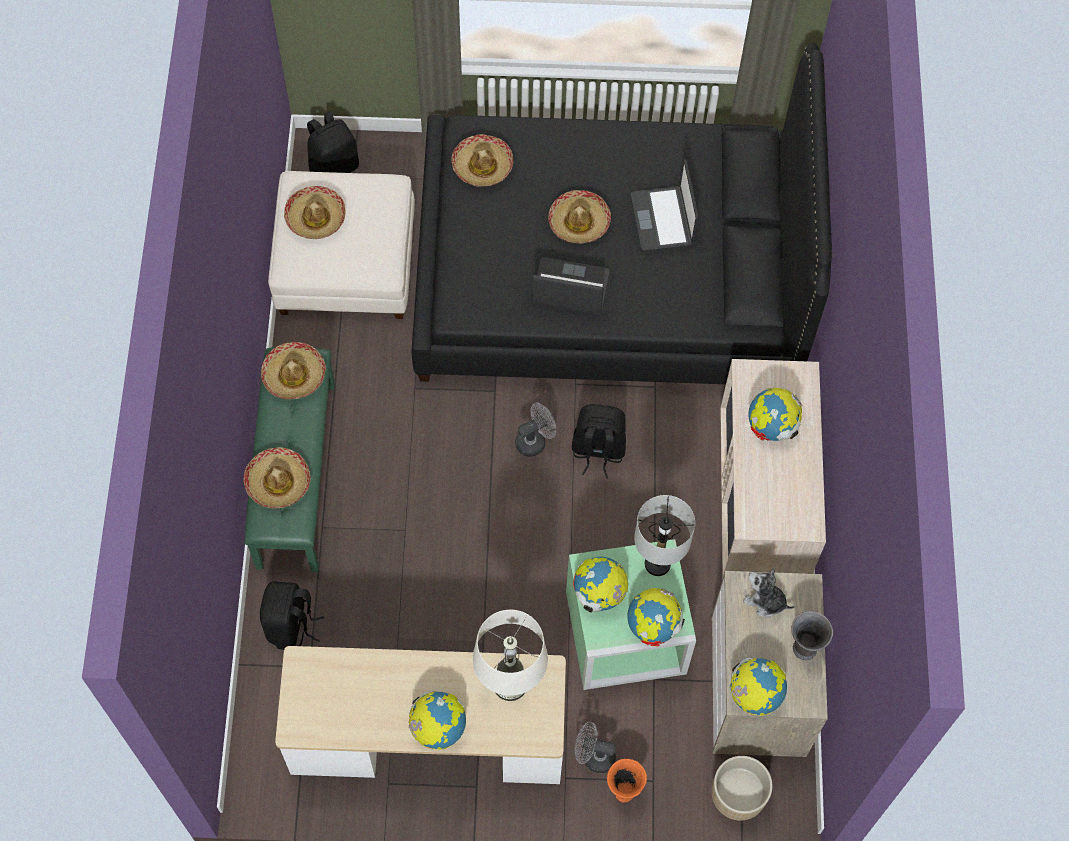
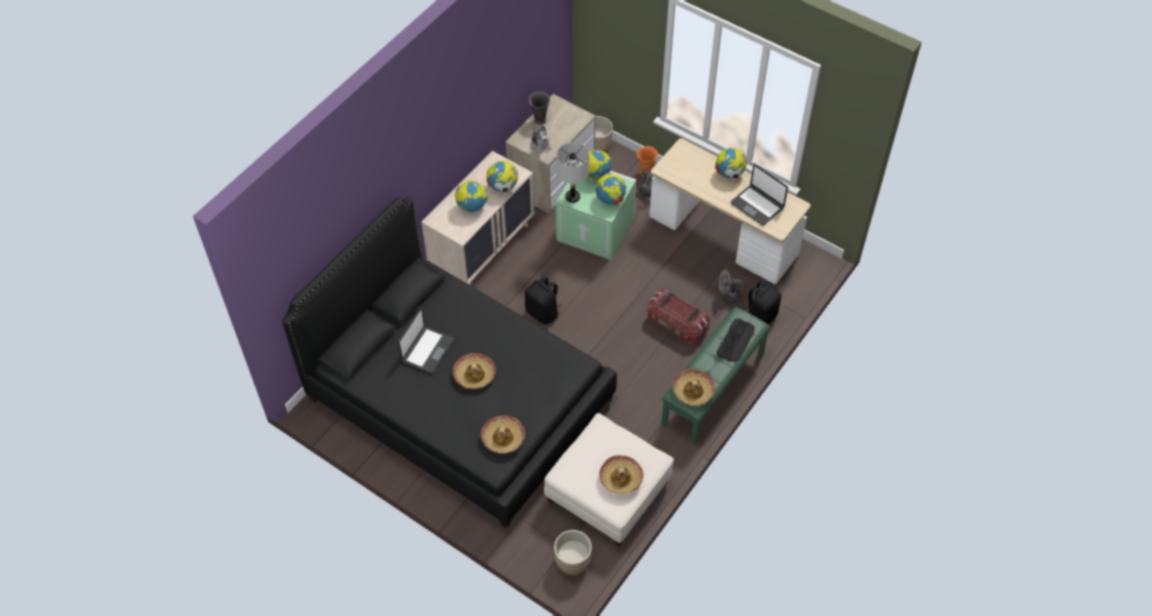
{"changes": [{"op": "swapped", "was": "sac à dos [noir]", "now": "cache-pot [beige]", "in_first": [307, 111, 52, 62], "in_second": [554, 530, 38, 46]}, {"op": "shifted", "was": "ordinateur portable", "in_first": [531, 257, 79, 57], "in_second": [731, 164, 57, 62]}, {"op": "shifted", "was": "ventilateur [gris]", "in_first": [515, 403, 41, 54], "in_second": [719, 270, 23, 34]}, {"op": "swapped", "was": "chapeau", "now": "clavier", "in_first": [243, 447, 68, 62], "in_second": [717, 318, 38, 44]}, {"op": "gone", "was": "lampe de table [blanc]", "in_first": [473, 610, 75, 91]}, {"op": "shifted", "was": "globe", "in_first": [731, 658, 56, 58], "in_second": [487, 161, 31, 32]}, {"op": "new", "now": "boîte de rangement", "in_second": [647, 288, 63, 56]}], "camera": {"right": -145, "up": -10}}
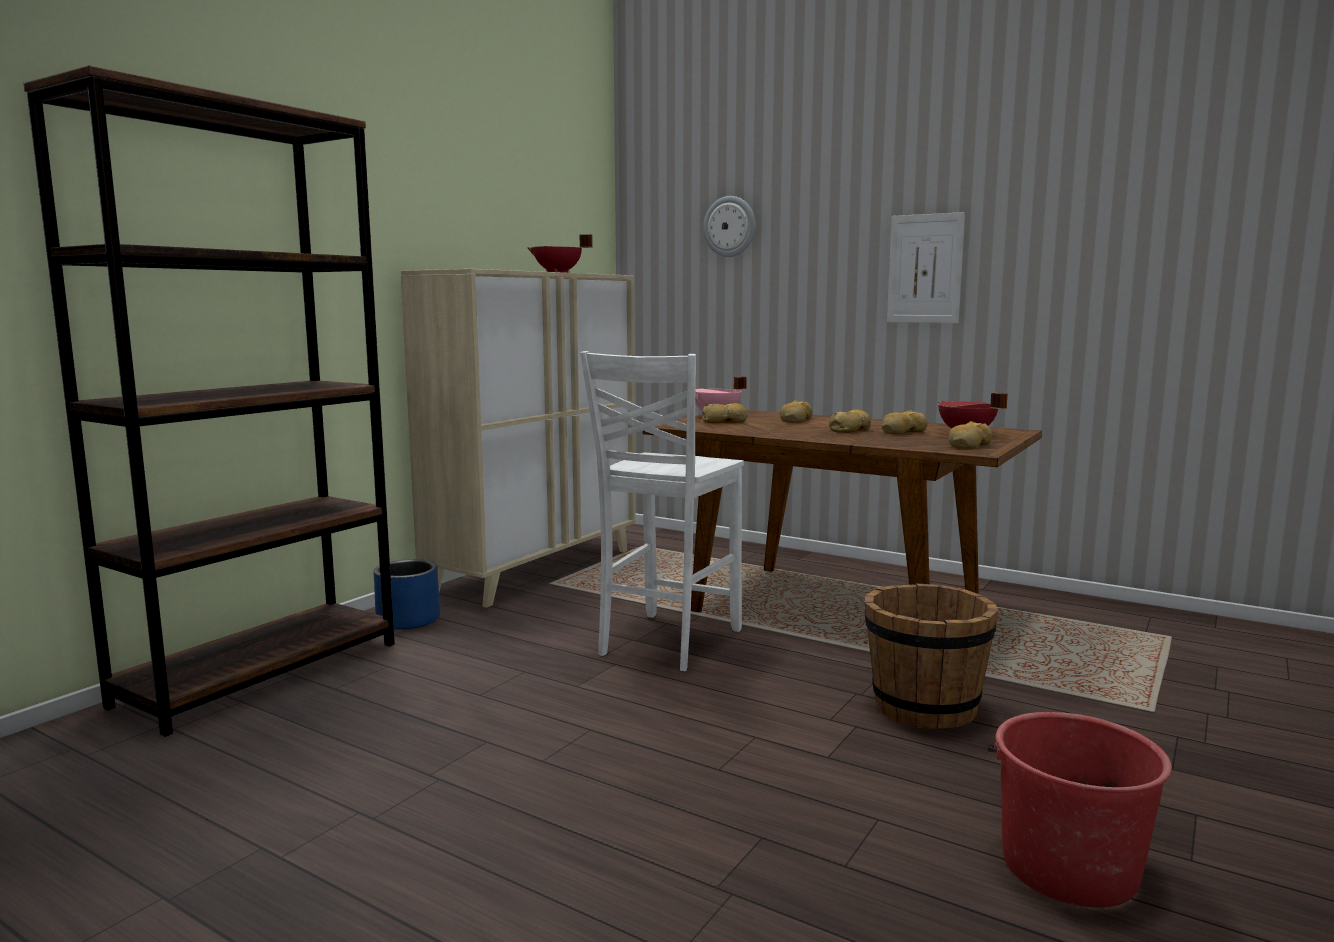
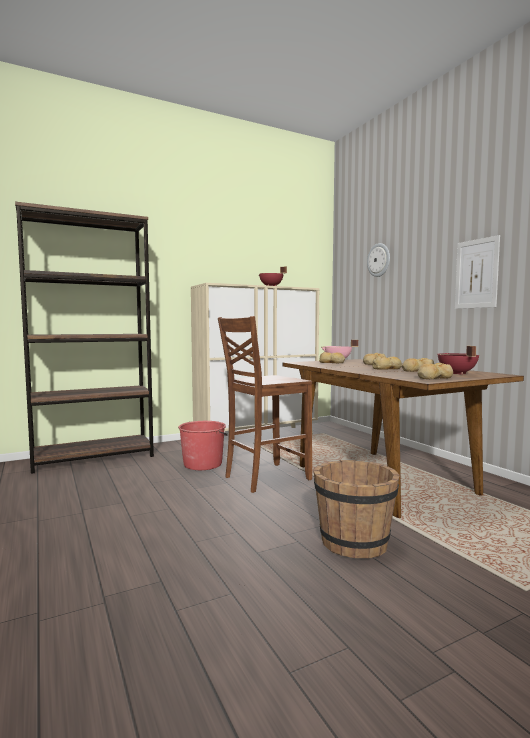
{"changes": [{"op": "repainted", "was": "chaise [blanc]", "now": "chaise [marron]", "in_first": [580, 351, 164, 320], "in_second": [218, 316, 94, 177]}, {"op": "gone", "was": "cache-pot [bleu]", "in_first": [373, 559, 67, 71]}, {"op": "shifted", "was": "seau [rouge]", "in_first": [987, 712, 185, 195], "in_second": [178, 421, 50, 49]}], "camera": {"right": 30, "up": -5}}
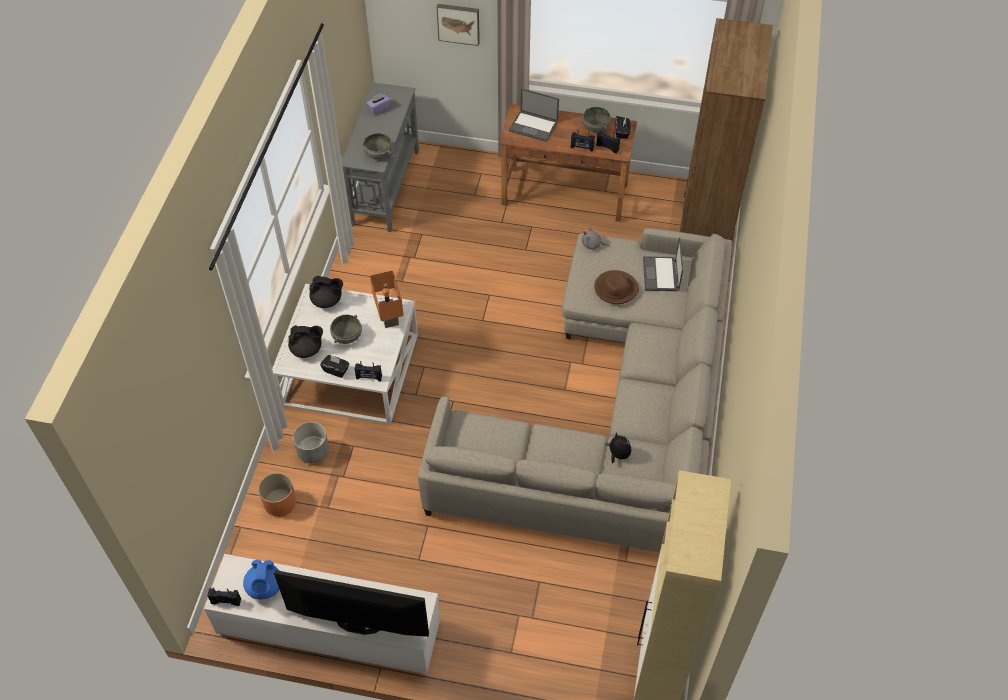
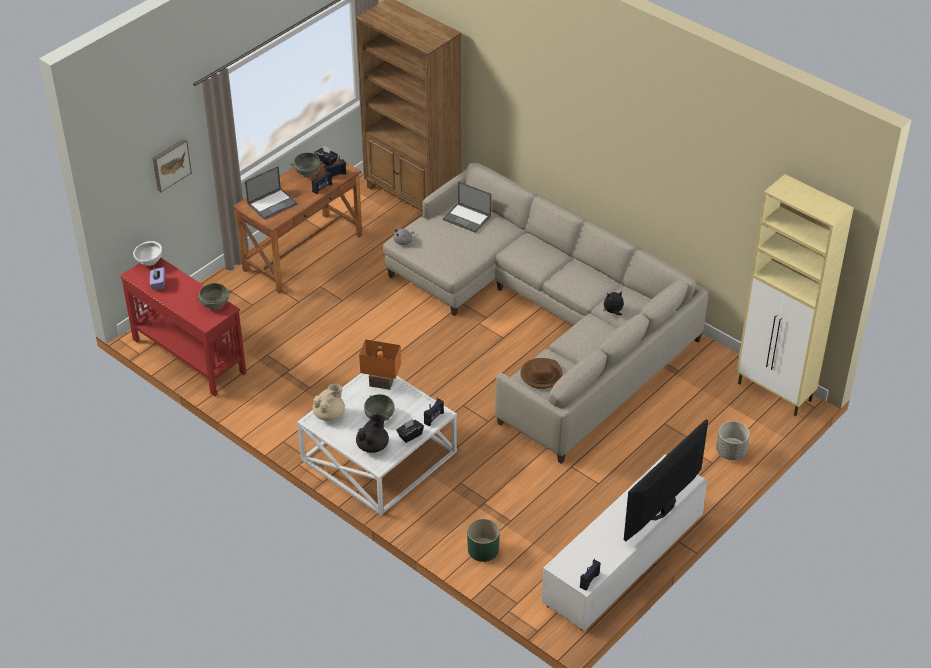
{"changes": [{"op": "repainted", "was": "table console [gris]", "now": "table console [rouge]", "in_first": [342, 82, 77, 150], "in_second": [120, 258, 127, 138]}, {"op": "shifted", "was": "chapeau [marron]", "in_first": [594, 270, 46, 34], "in_second": [520, 358, 43, 31]}, {"op": "repainted", "was": "théière [noir]", "now": "théière [beige]", "in_first": [309, 275, 34, 33], "in_second": [313, 384, 32, 37]}, {"op": "shifted", "was": "cache-pot [gris]", "in_first": [293, 422, 36, 42], "in_second": [716, 421, 34, 39]}, {"op": "repainted", "was": "cache-pot [orange]", "now": "cache-pot [vert]", "in_first": [258, 473, 38, 44], "in_second": [467, 519, 33, 43]}, {"op": "gone", "was": "théière [bleu]", "in_first": [243, 559, 37, 41]}, {"op": "new", "now": "bol [blanc]", "in_second": [133, 241, 29, 25]}], "camera": {"right": -60, "up": -10}}
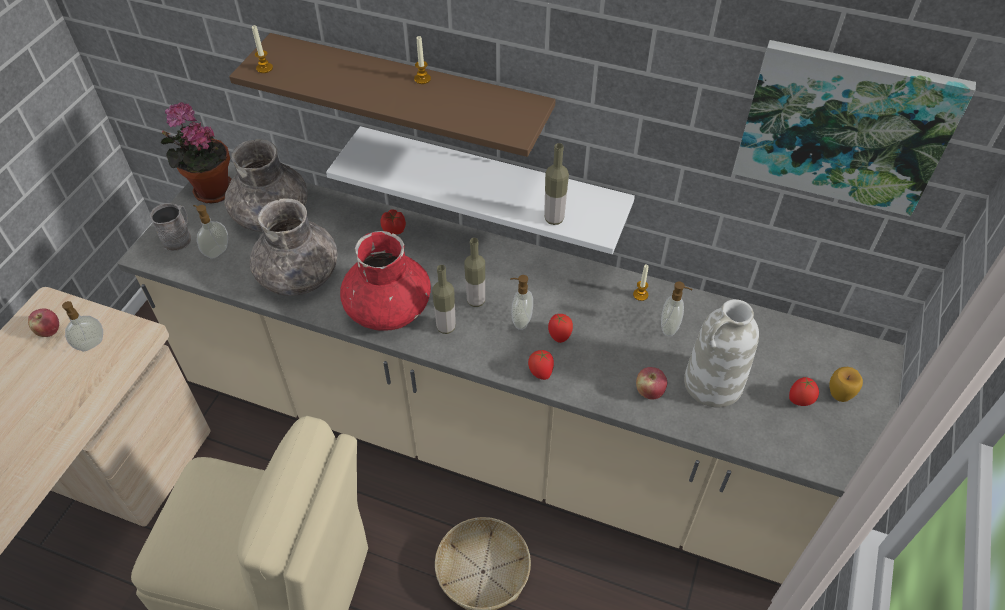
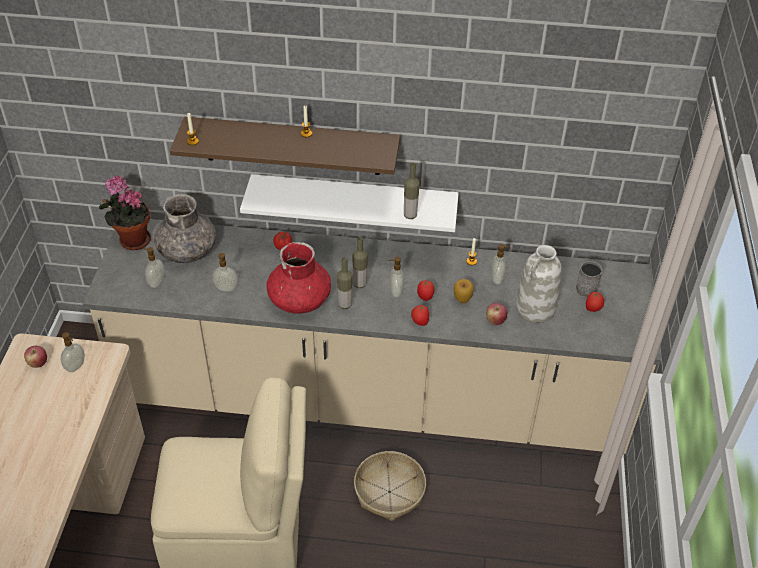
{"changes": [{"op": "gone", "was": "tableau", "in_first": [733, 40, 243, 177]}, {"op": "swapped", "was": "vase [gris]", "now": "distributeur de savon", "in_first": [250, 198, 88, 98], "in_second": [212, 253, 26, 38]}, {"op": "shifted", "was": "mug [gris]", "in_first": [150, 203, 41, 48], "in_second": [576, 261, 27, 36]}, {"op": "shifted", "was": "pomme", "in_first": [830, 367, 33, 35], "in_second": [454, 279, 20, 24]}], "camera": {"right": -15, "up": -5}}
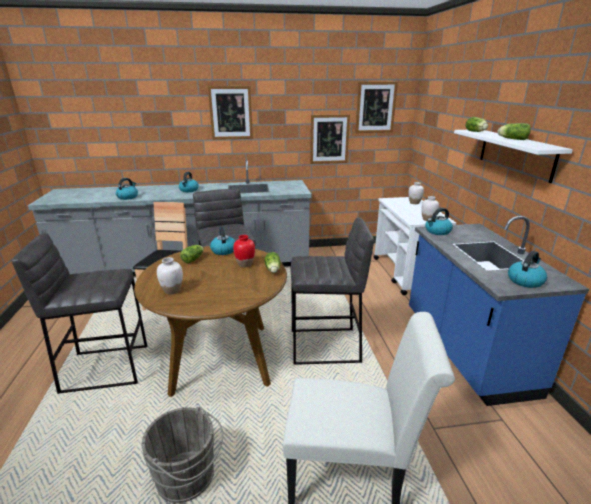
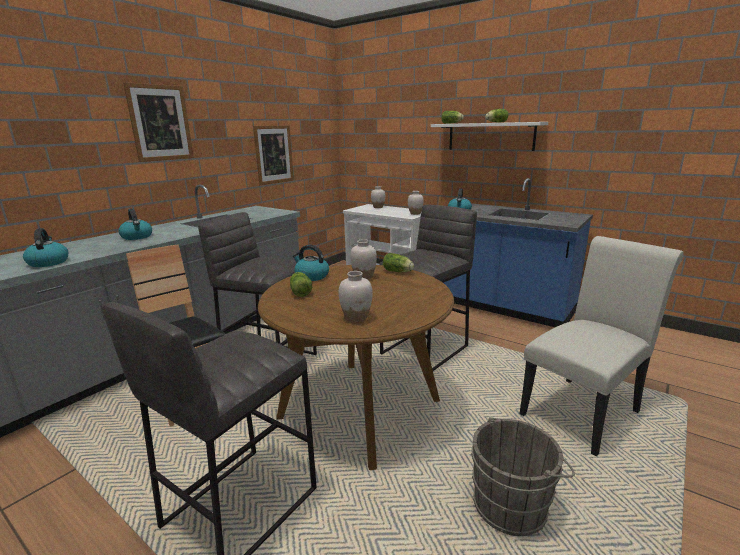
{"changes": [{"op": "gone", "was": "tableau", "in_first": [356, 82, 42, 51]}, {"op": "repainted", "was": "vase [rouge]", "now": "vase [blanc]", "in_first": [233, 235, 22, 32], "in_second": [350, 239, 27, 41]}, {"op": "gone", "was": "bouilloire", "in_first": [508, 251, 39, 37]}], "camera": {"right": -45, "up": -5}}
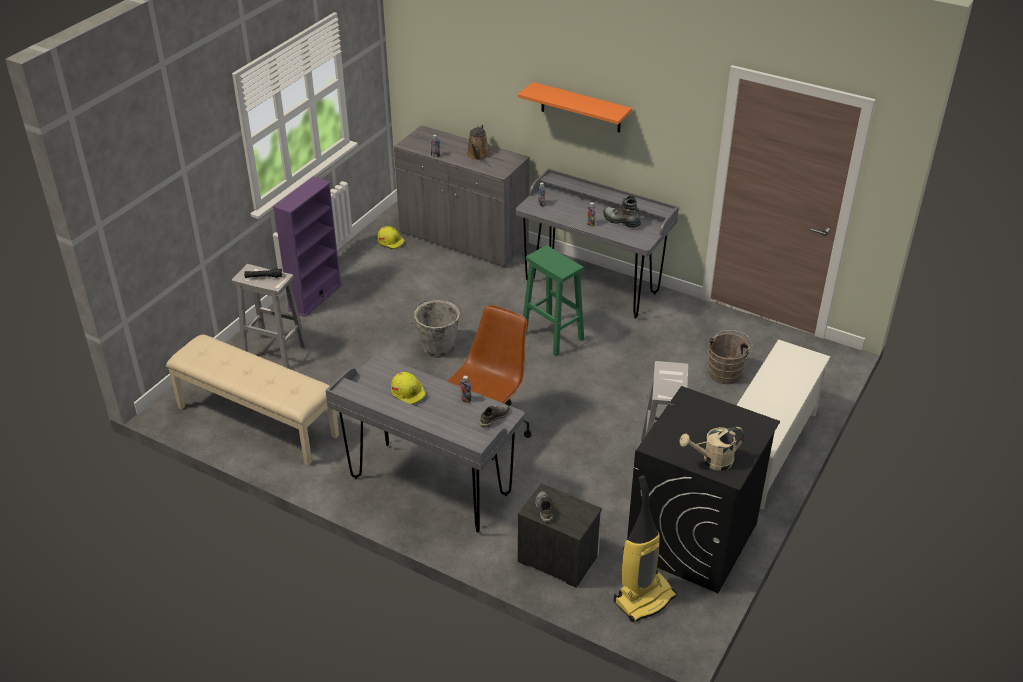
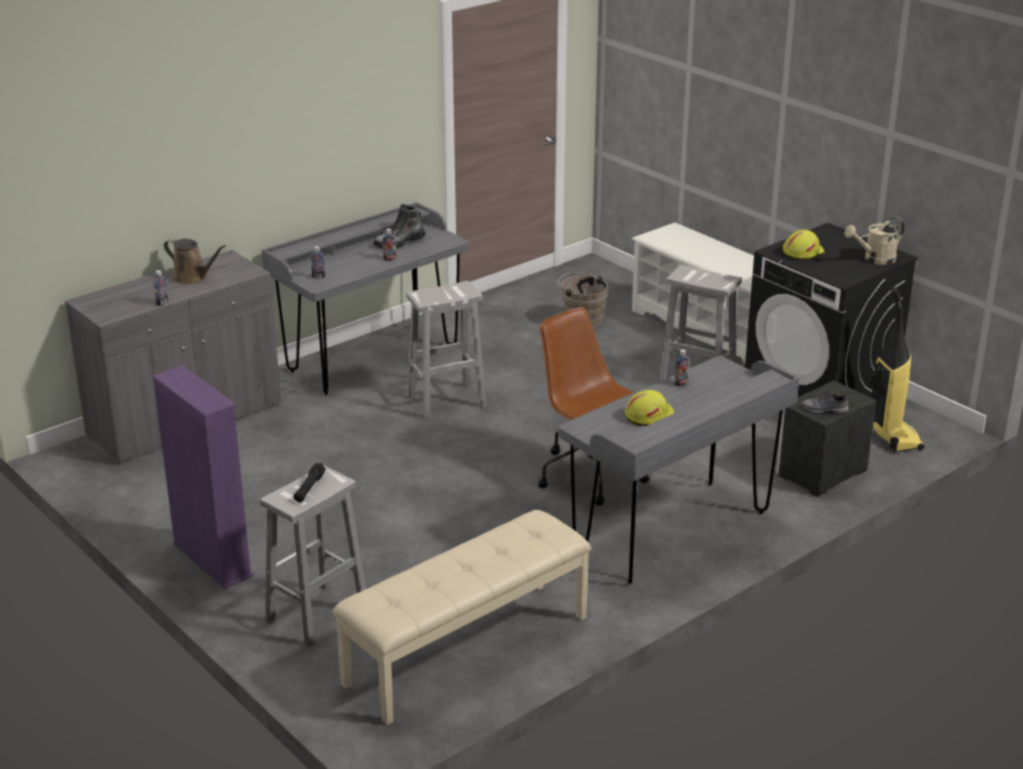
{"changes": [{"op": "gone", "was": "étagère [orange]", "in_first": [518, 82, 114, 51]}, {"op": "shifted", "was": "casque de chantier [jaune]", "in_first": [377, 226, 28, 24], "in_second": [783, 230, 42, 31]}, {"op": "repainted", "was": "tabouret [vert]", "now": "tabouret [blanc]", "in_first": [523, 245, 61, 111], "in_second": [406, 281, 81, 139]}, {"op": "gone", "was": "seau [gris]", "in_first": [409, 300, 51, 58]}, {"op": "gone", "was": "chaussure [gris]", "in_first": [479, 405, 31, 22]}, {"op": "rotated", "was": "arrosoir [beige]", "in_first": [680, 427, 65, 44], "in_second": [844, 217, 61, 48], "clockwise": 60}], "camera": {"right": -70, "up": -10}}
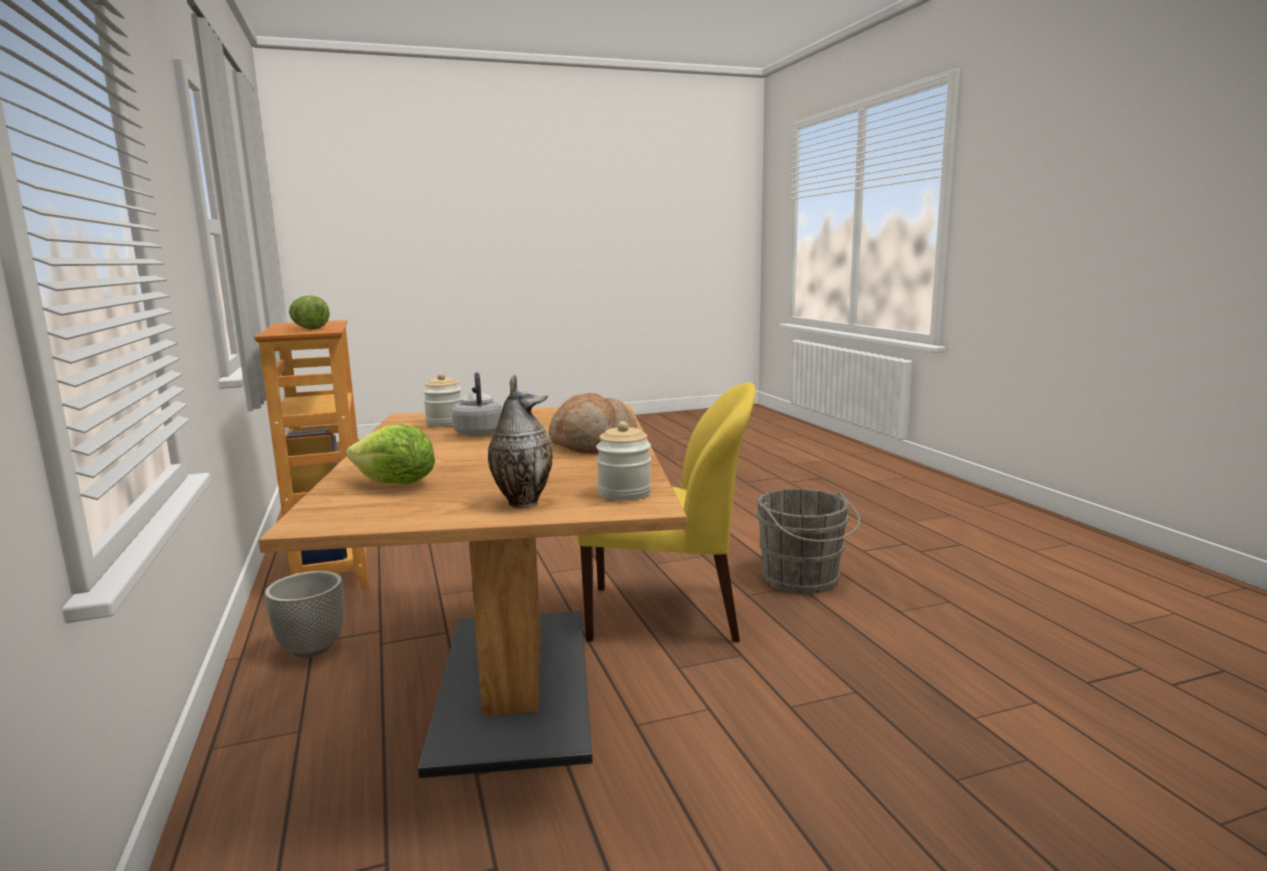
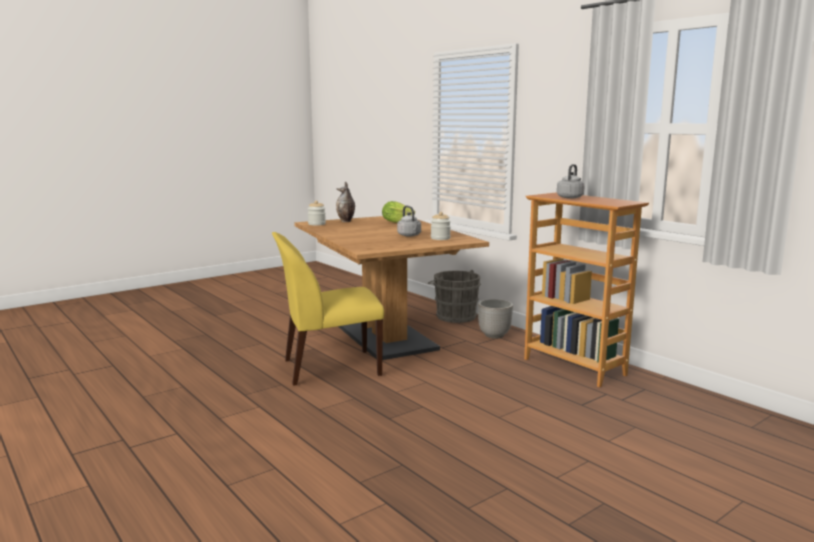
{"changes": [{"op": "swapped", "was": "laitue", "now": "bouilloire [gris]", "in_first": [289, 295, 41, 35], "in_second": [557, 164, 28, 35]}, {"op": "gone", "was": "pain", "in_first": [549, 393, 89, 61]}, {"op": "shifted", "was": "seau [gris]", "in_first": [757, 489, 103, 105], "in_second": [428, 270, 53, 53]}], "camera": {"right": 160, "up": 0}}
